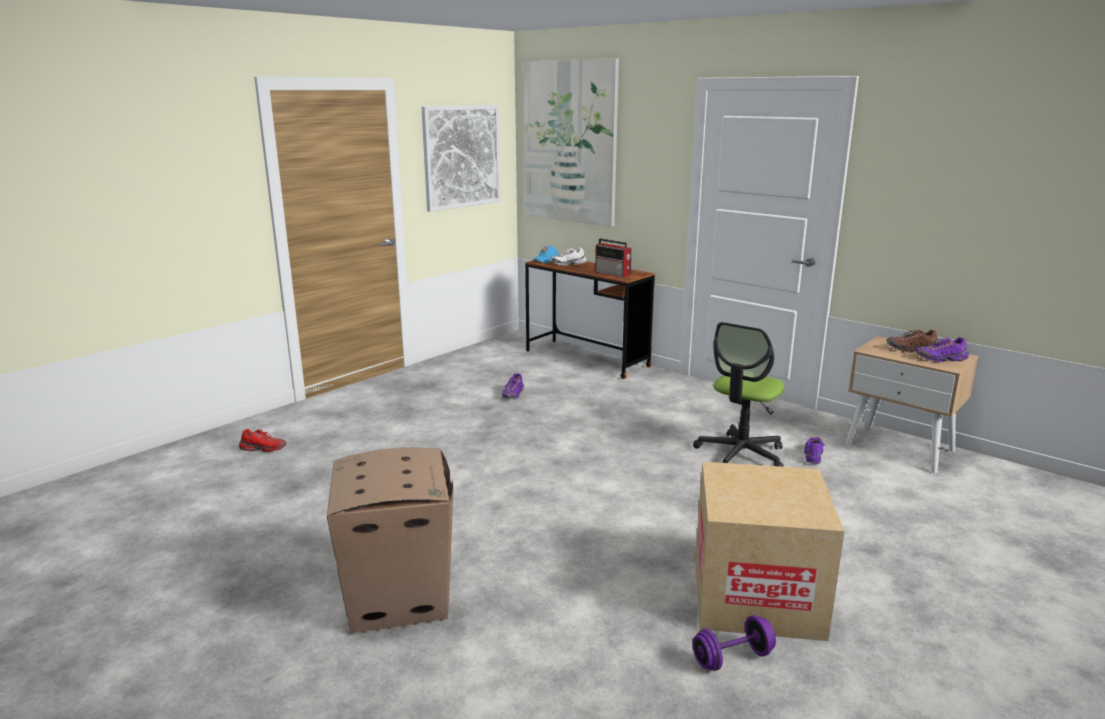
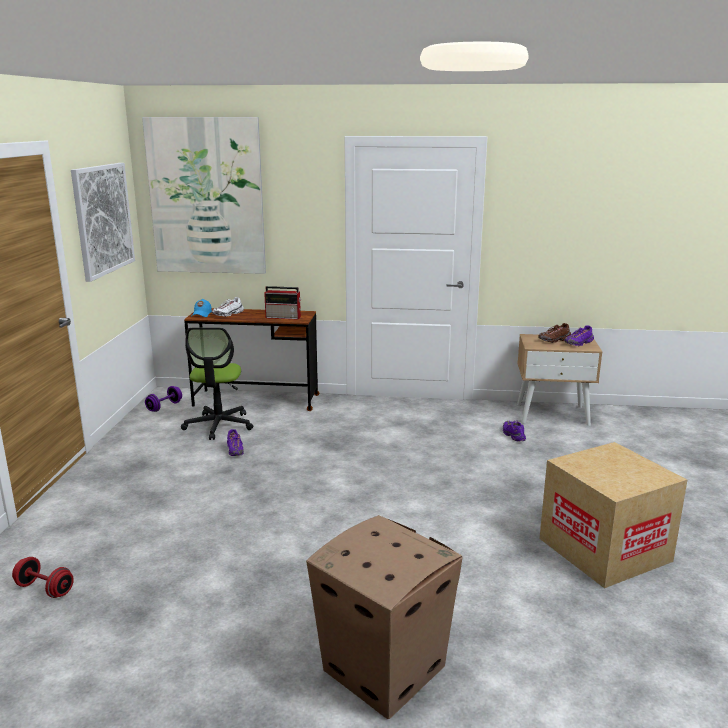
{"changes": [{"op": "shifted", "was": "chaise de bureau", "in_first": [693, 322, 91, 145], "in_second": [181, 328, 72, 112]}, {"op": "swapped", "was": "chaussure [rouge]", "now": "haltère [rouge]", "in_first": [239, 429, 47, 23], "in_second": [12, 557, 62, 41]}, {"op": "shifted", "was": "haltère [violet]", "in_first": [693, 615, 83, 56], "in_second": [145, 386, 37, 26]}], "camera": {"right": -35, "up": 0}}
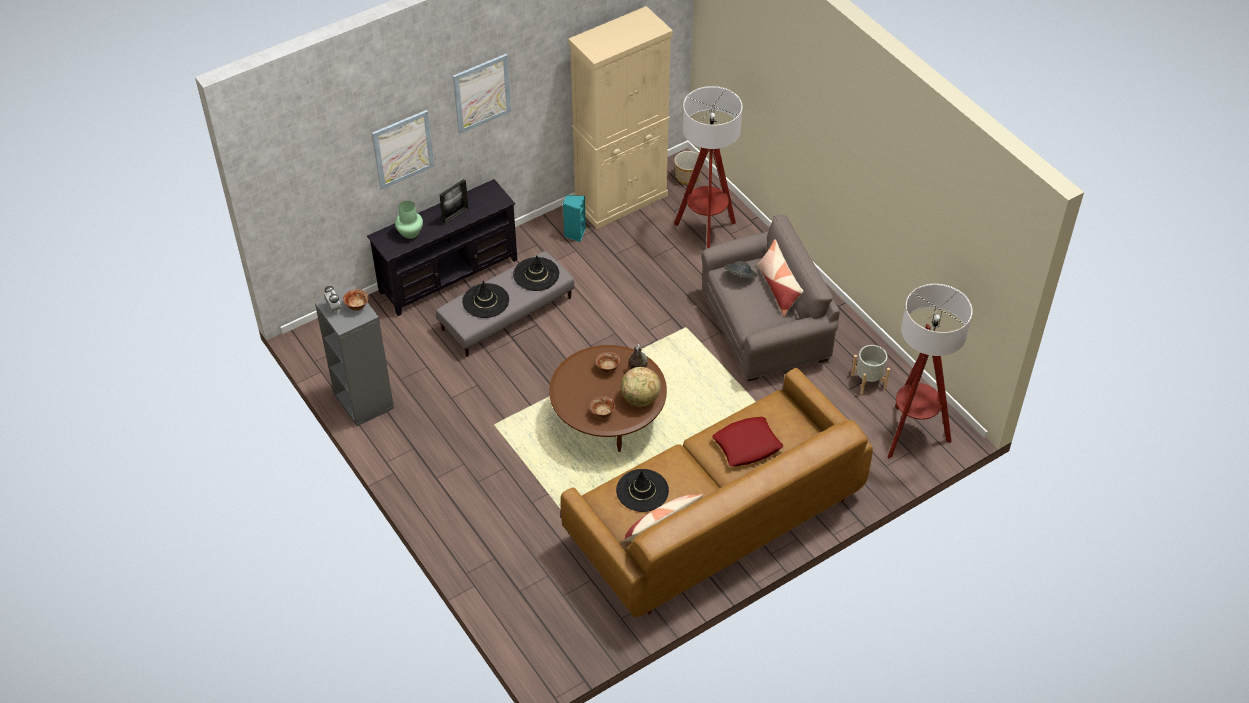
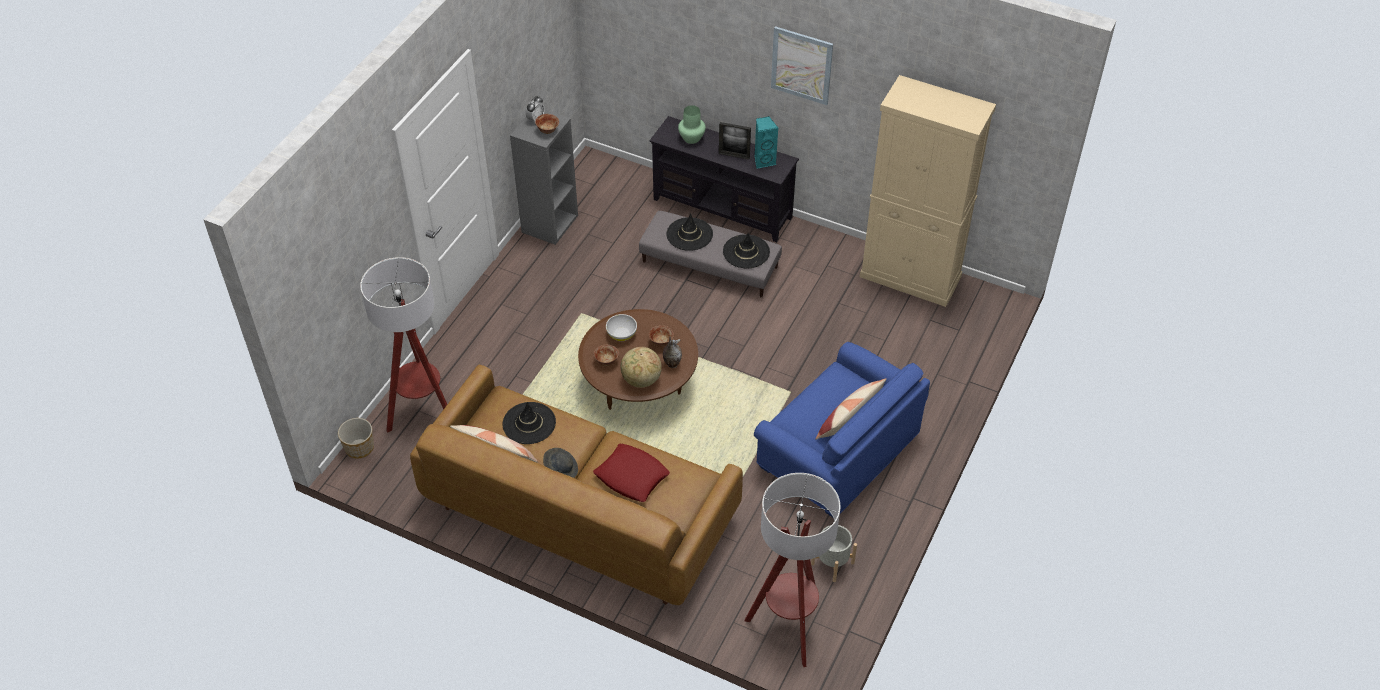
{"changes": [{"op": "shifted", "was": "lampadaire", "in_first": [674, 86, 68, 163], "in_second": [360, 257, 87, 176]}, {"op": "gone", "was": "tableau", "in_first": [372, 110, 62, 80]}, {"op": "shifted", "was": "cache-pot", "in_first": [674, 151, 27, 34], "in_second": [338, 418, 36, 41]}, {"op": "shifted", "was": "enceinte [turquoise]", "in_first": [563, 195, 23, 47], "in_second": [755, 116, 23, 53]}, {"op": "repainted", "was": "fauteuil [gris]", "now": "fauteuil [bleu]", "in_first": [701, 215, 139, 166], "in_second": [754, 342, 176, 175]}, {"op": "shifted", "was": "chapeau [gris]", "in_first": [724, 261, 33, 17], "in_second": [543, 448, 35, 30]}, {"op": "new", "now": "bol [blanc]", "in_second": [606, 314, 31, 27]}], "camera": {"right": 60, "up": 0}}
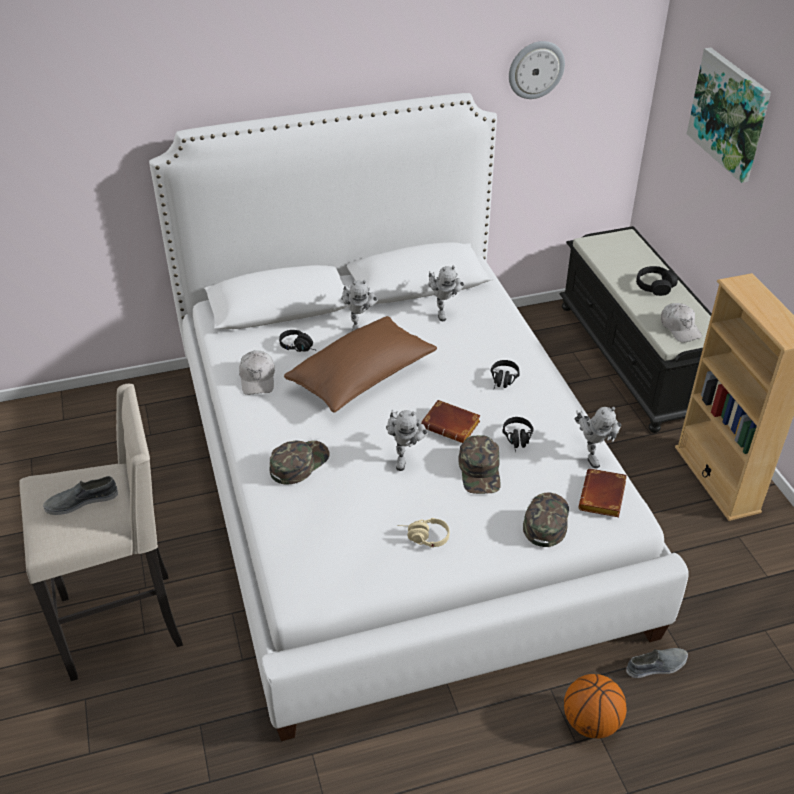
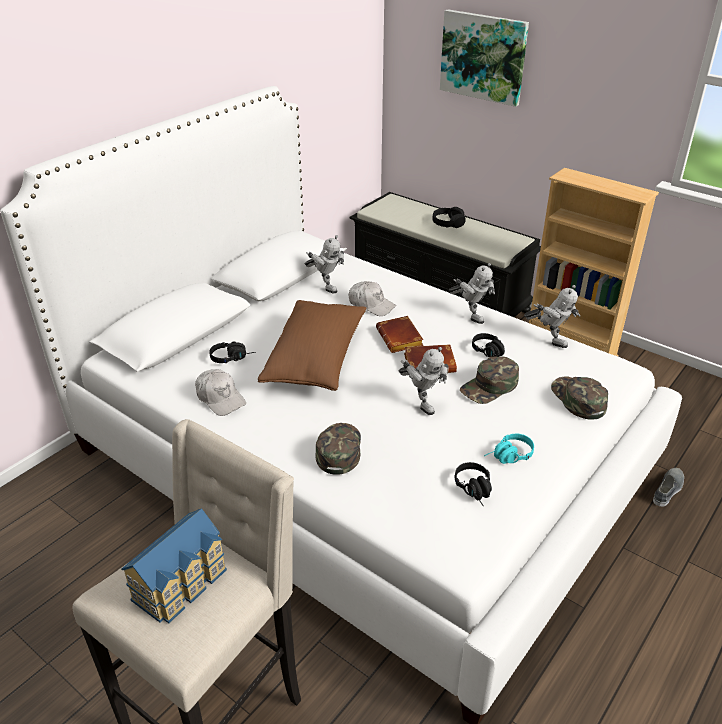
{"changes": [{"op": "gone", "was": "horloge murale", "in_first": [509, 41, 56, 58]}, {"op": "shifted", "was": "robot jouet", "in_first": [341, 280, 37, 51], "in_second": [449, 263, 46, 61]}, {"op": "shifted", "was": "casquette [blanc]", "in_first": [661, 303, 41, 40], "in_second": [349, 281, 47, 35]}, {"op": "shifted", "was": "casque audio [noir]", "in_first": [491, 360, 29, 28], "in_second": [455, 462, 37, 44]}, {"op": "rotated", "was": "casquette [vert]", "in_first": [458, 435, 43, 59], "in_second": [460, 356, 59, 48], "clockwise": 90}, {"op": "shifted", "was": "livre [marron]", "in_first": [578, 469, 49, 48], "in_second": [376, 316, 48, 37]}, {"op": "swapped", "was": "chaussure [gris]", "now": "maison miniature", "in_first": [43, 476, 75, 39], "in_second": [121, 508, 106, 115]}, {"op": "repainted", "was": "casque audio [beige]", "now": "casque audio [turquoise]", "in_first": [397, 518, 53, 30], "in_second": [484, 434, 50, 30]}, {"op": "gone", "was": "ballon de basket", "in_first": [564, 674, 63, 65]}], "camera": {"right": -35, "up": -5}}
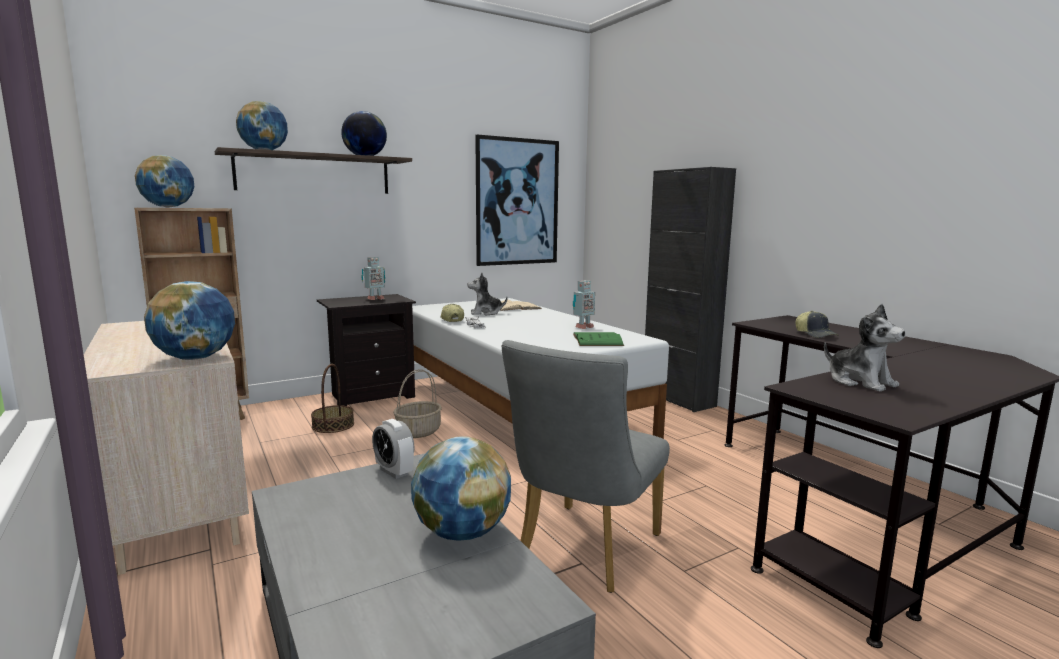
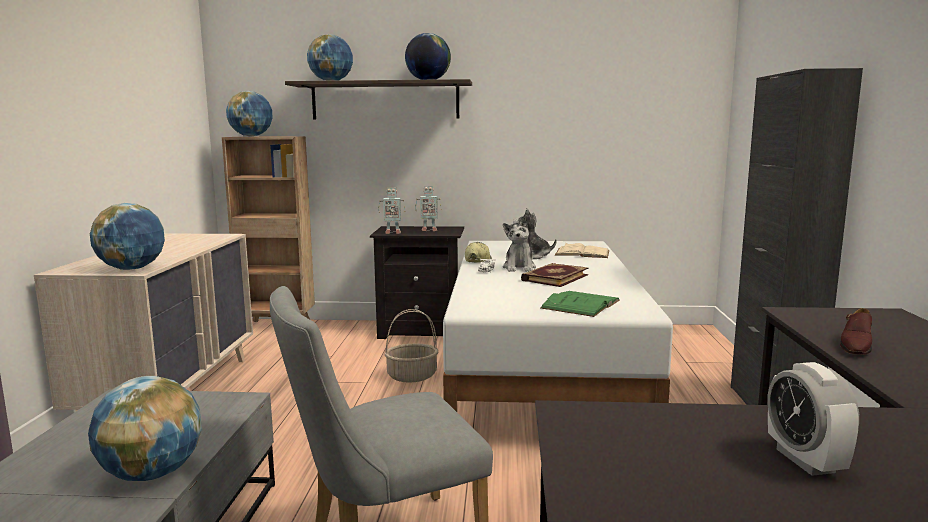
{"changes": [{"op": "gone", "was": "tableau", "in_first": [475, 135, 84, 131]}, {"op": "shifted", "was": "robot jouet", "in_first": [573, 281, 22, 48], "in_second": [379, 188, 26, 46]}, {"op": "shifted", "was": "peluche", "in_first": [824, 304, 82, 88], "in_second": [503, 216, 33, 56]}, {"op": "swapped", "was": "casquette", "now": "chaussure [marron]", "in_first": [795, 311, 44, 27], "in_second": [840, 308, 32, 47]}, {"op": "gone", "was": "panier", "in_first": [311, 364, 43, 69]}, {"op": "shifted", "was": "réveil", "in_first": [372, 419, 42, 60], "in_second": [768, 362, 91, 114]}, {"op": "new", "now": "livre", "in_second": [521, 263, 68, 24]}], "camera": {"right": 35, "up": 0}}
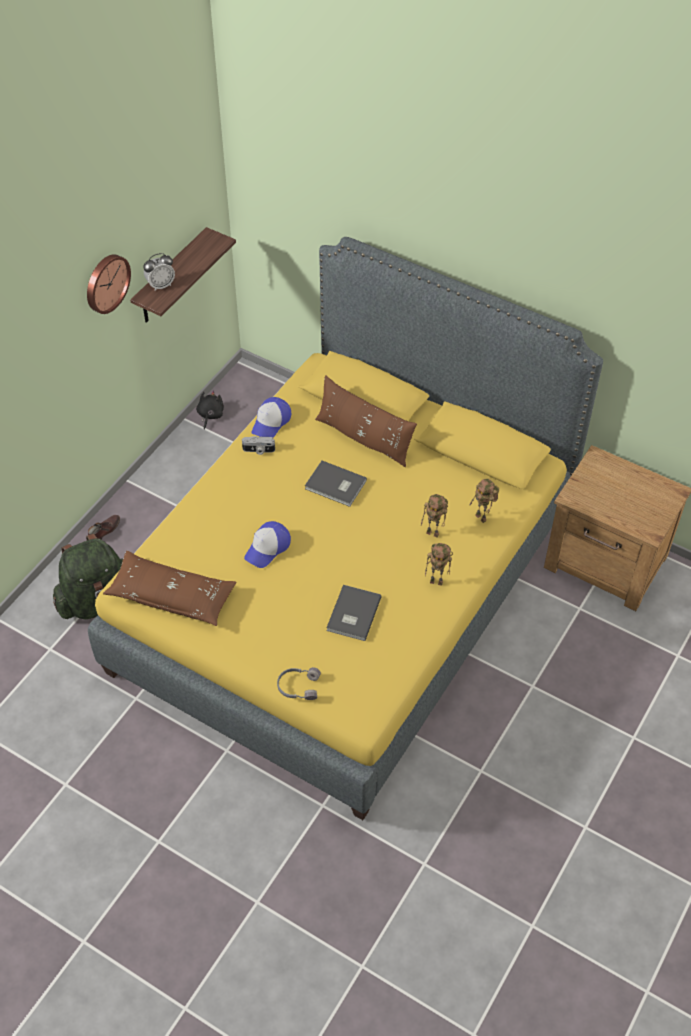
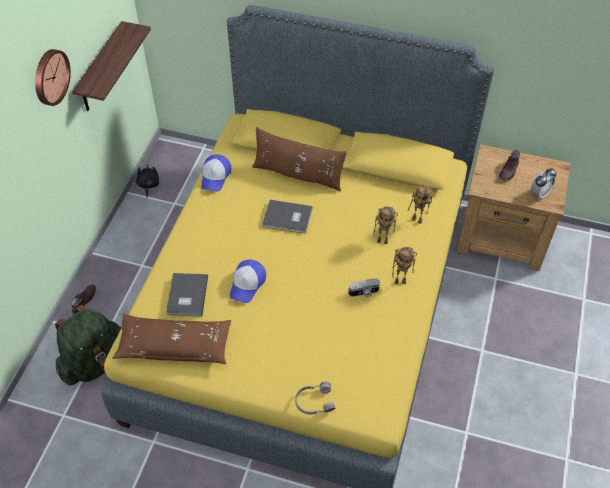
{"changes": [{"op": "shifted", "was": "réveil", "in_first": [143, 253, 32, 38], "in_second": [531, 168, 25, 32]}, {"op": "shifted", "was": "appareil photo", "in_first": [242, 436, 33, 19], "in_second": [348, 278, 32, 19]}, {"op": "shifted", "was": "livre [gris]", "in_first": [327, 585, 55, 56], "in_second": [166, 273, 42, 44]}, {"op": "new", "now": "chaussure [marron]", "in_second": [499, 150, 21, 31]}], "camera": {"right": -15, "up": 0}}
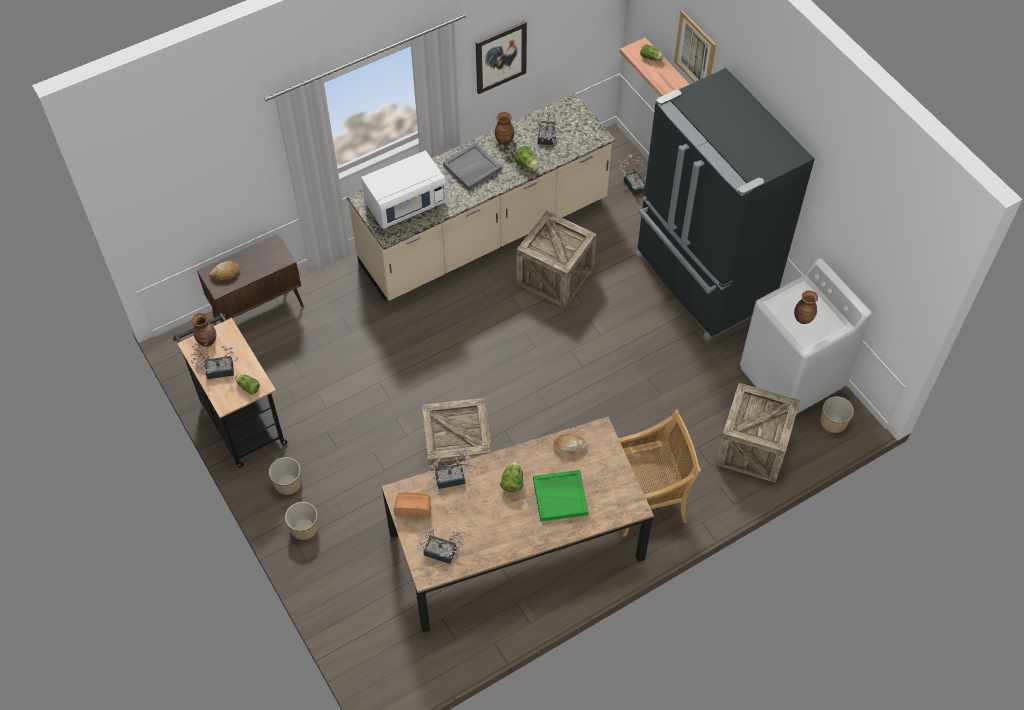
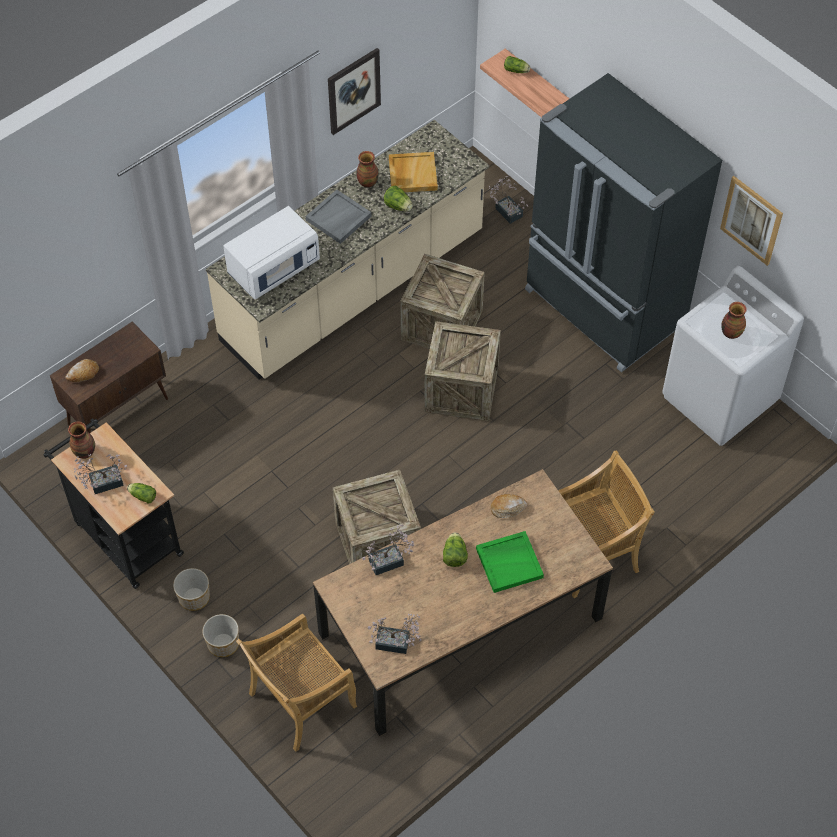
{"changes": [{"op": "shifted", "was": "tableau", "in_first": [674, 10, 42, 72], "in_second": [720, 176, 63, 90]}, {"op": "swapped", "was": "plante en pot", "now": "plateau [beige]", "in_first": [533, 108, 28, 37], "in_second": [389, 152, 49, 40]}, {"op": "shifted", "was": "caisse", "in_first": [715, 383, 85, 100], "in_second": [424, 321, 77, 100]}, {"op": "gone", "was": "cache-pot", "in_first": [820, 396, 34, 37]}, {"op": "gone", "was": "pain", "in_first": [393, 493, 38, 25]}, {"op": "new", "now": "chaise [beige]", "in_second": [236, 614, 121, 138]}], "camera": {"right": -10, "up": 0}}
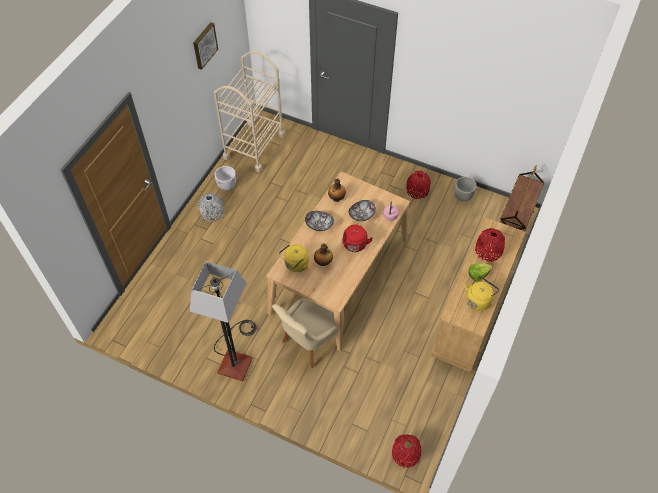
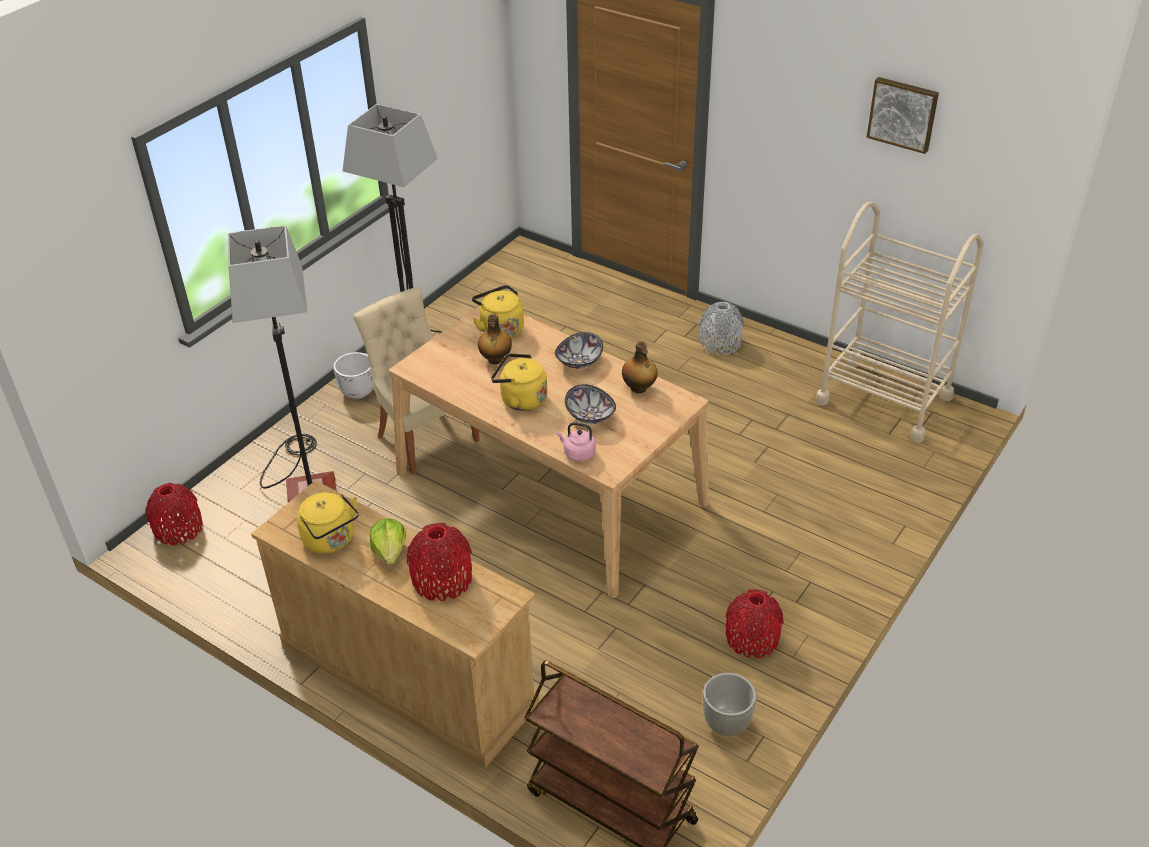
{"changes": [{"op": "shifted", "was": "cache-pot [blanc]", "in_first": [215, 166, 21, 24], "in_second": [333, 352, 41, 47]}, {"op": "repainted", "was": "bouilloire [rouge]", "now": "bouilloire [jaune]", "in_first": [342, 225, 31, 27], "in_second": [491, 353, 56, 58]}, {"op": "new", "now": "lampadaire", "in_second": [228, 225, 108, 277]}], "camera": {"right": 100, "up": -15}}
